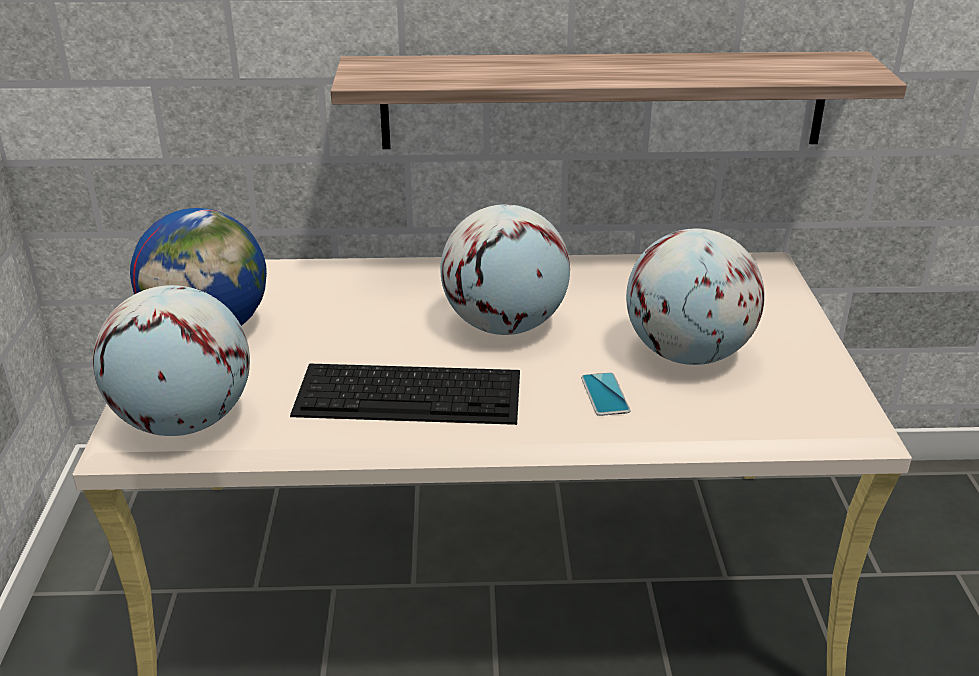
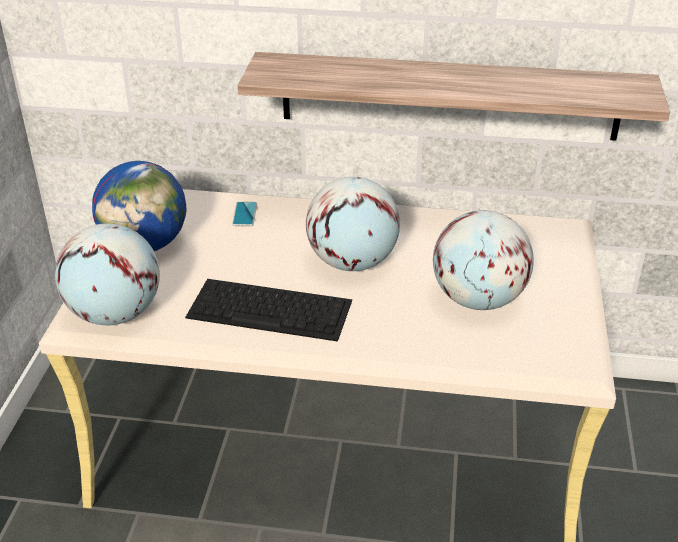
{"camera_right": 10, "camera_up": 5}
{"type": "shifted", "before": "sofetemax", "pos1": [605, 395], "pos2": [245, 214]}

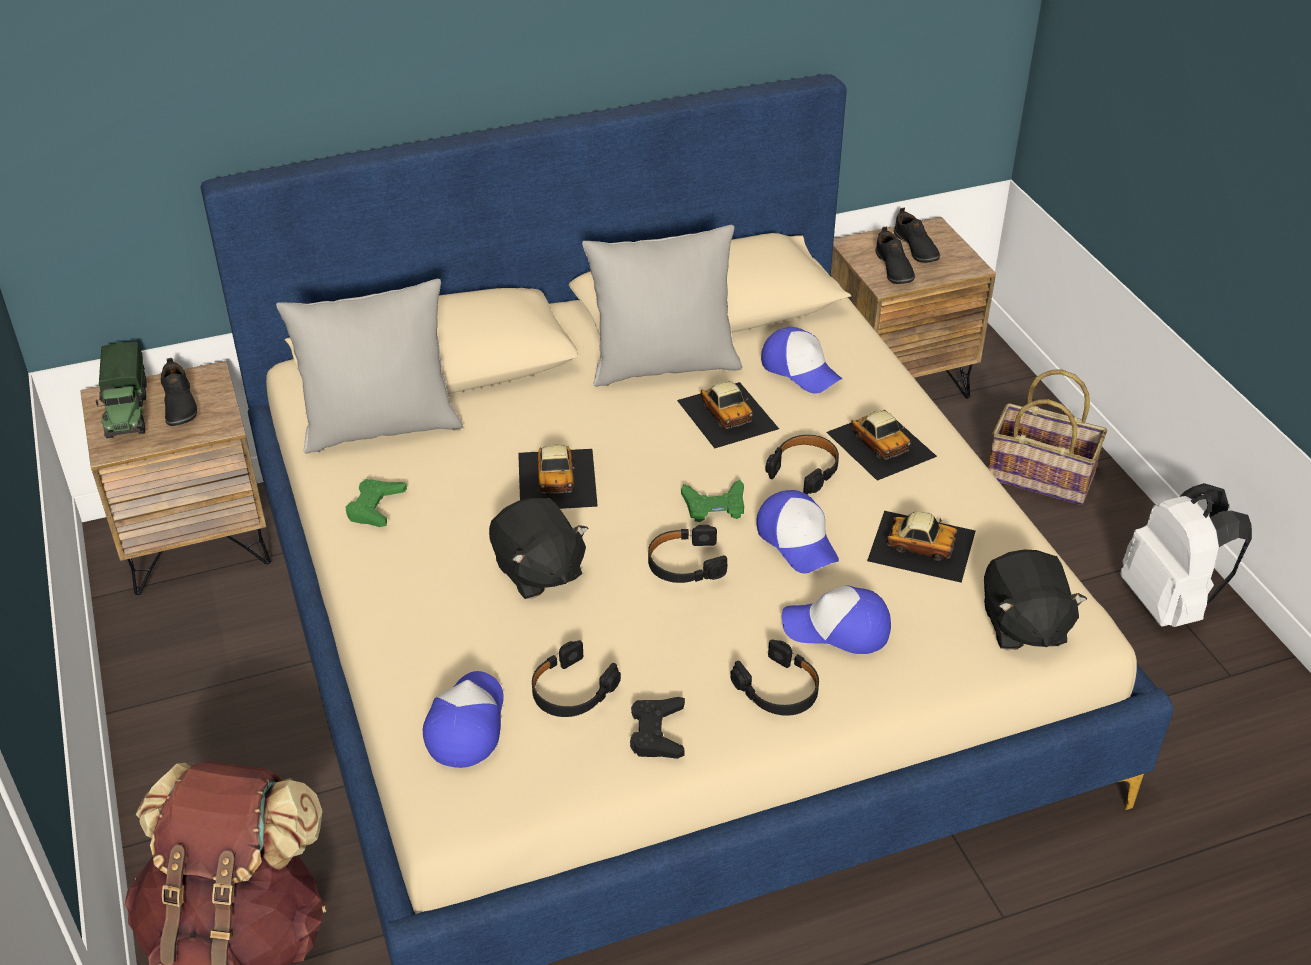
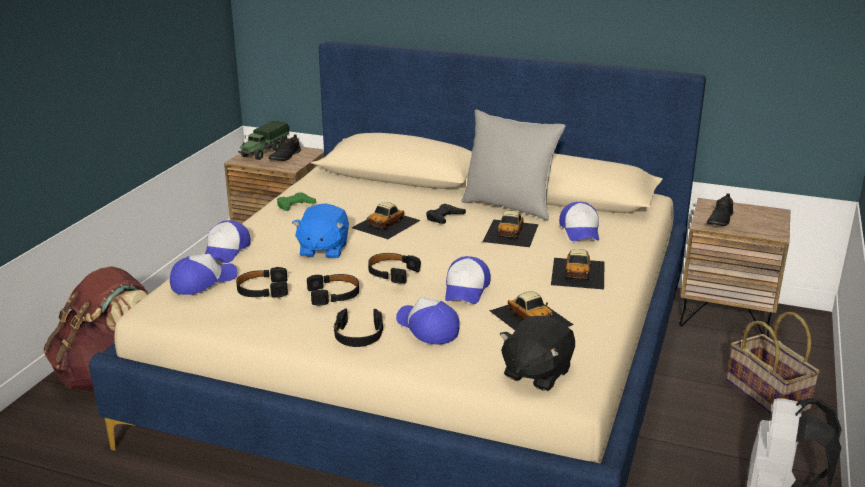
{"camera_right": 40, "camera_up": -15}
{"type": "gone", "before": "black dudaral", "pos1": [915, 248]}
{"type": "gone", "before": "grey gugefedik", "pos1": [381, 427]}
{"type": "shifted", "before": "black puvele", "pos1": [805, 469], "pos2": [334, 295]}
{"type": "gone", "before": "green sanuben", "pos1": [714, 506]}
{"type": "repainted", "before": "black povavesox", "after": "blue povavesox", "pos1": [538, 571], "pos2": [323, 250]}
{"type": "shifted", "before": "black sanuben", "pos1": [657, 733], "pos2": [444, 217]}
{"type": "new", "after": "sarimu", "pos2": [226, 250]}

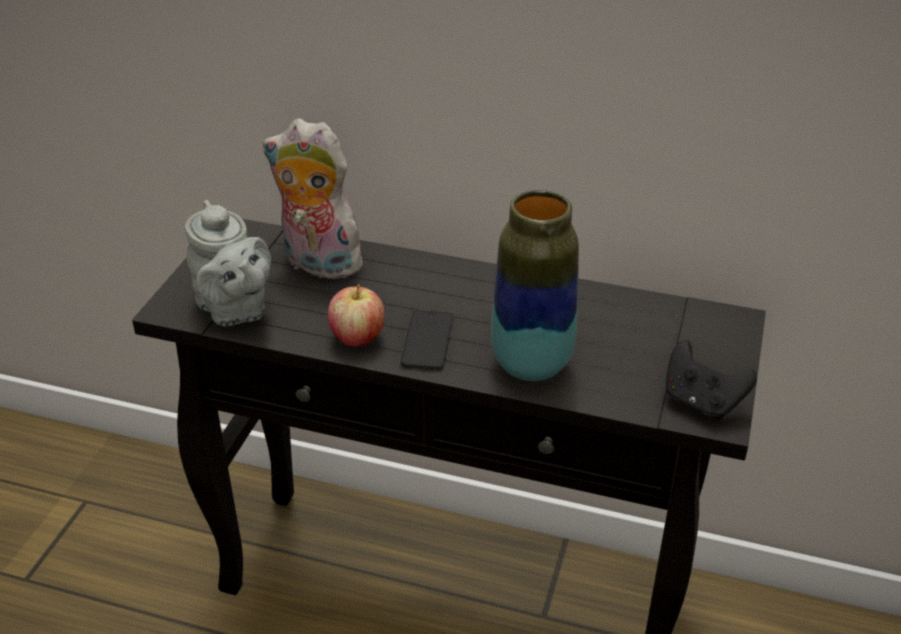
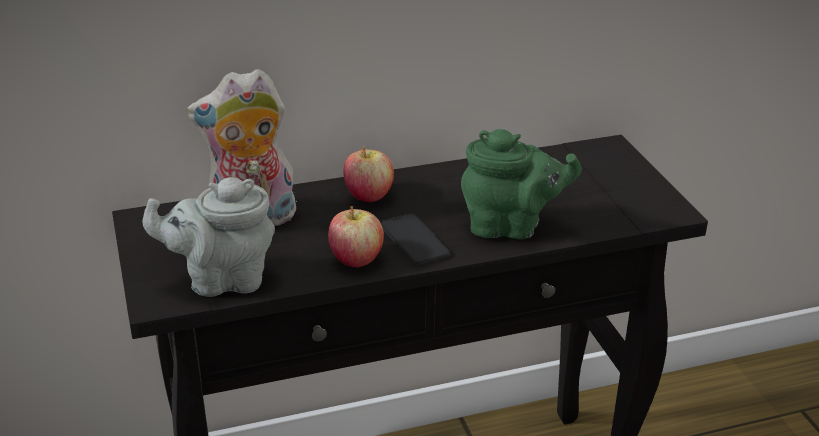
{"camera_right": -35, "camera_up": -5}
{"type": "swapped", "before": "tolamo", "after": "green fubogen", "pos1": [531, 364], "pos2": [511, 227]}
{"type": "rotated", "before": "grey fubogen", "pos1": [234, 310], "pos2": [222, 279], "turn": 150}
{"type": "gone", "before": "black sanuben", "pos1": [701, 402]}
{"type": "new", "after": "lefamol", "pos2": [368, 196]}

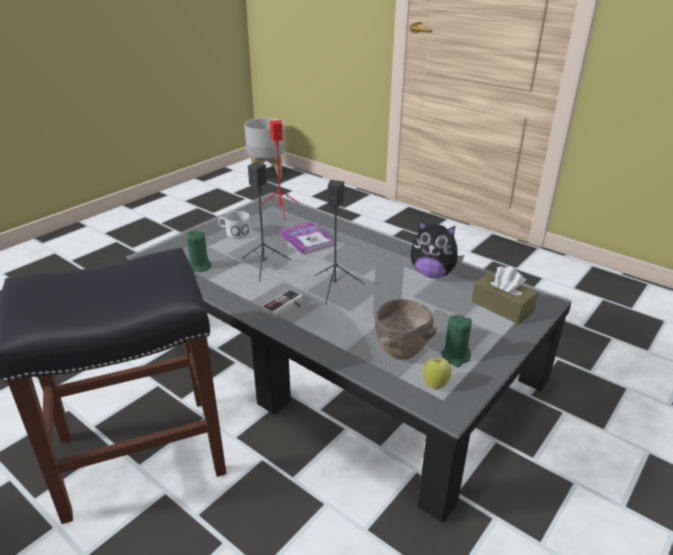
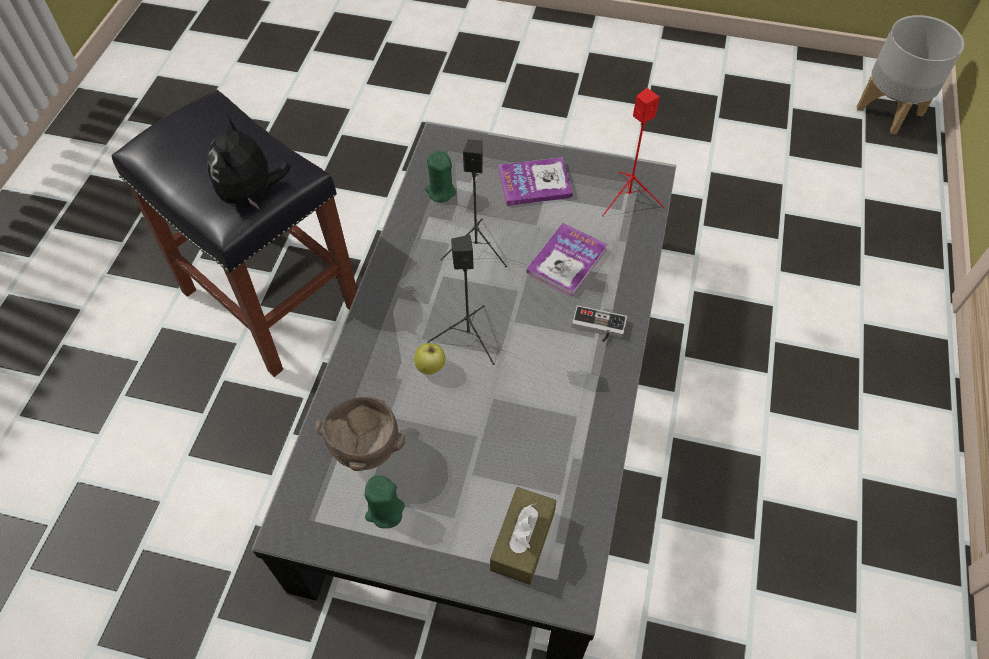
{"camera_right": 65, "camera_up": 25}
{"type": "swapped", "before": "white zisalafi", "after": "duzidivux", "pos1": [234, 233], "pos2": [535, 183]}
{"type": "shifted", "before": "povavesox", "pos1": [432, 273], "pos2": [252, 195]}
{"type": "shifted", "before": "sanuben", "pos1": [286, 307], "pos2": [597, 328]}
{"type": "shifted", "before": "lefamol", "pos1": [435, 384], "pos2": [431, 367]}

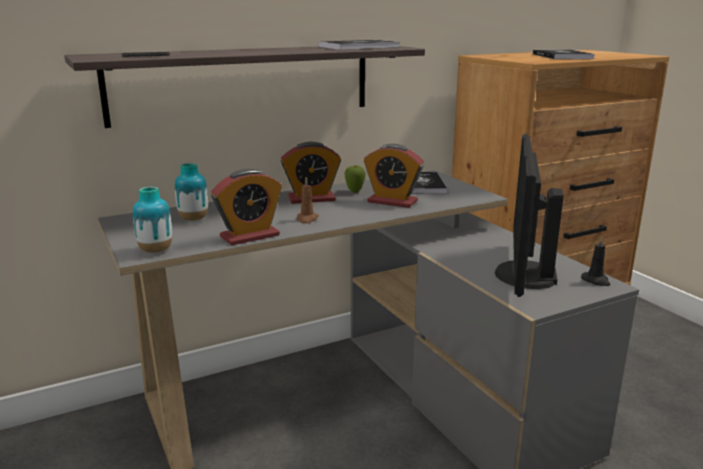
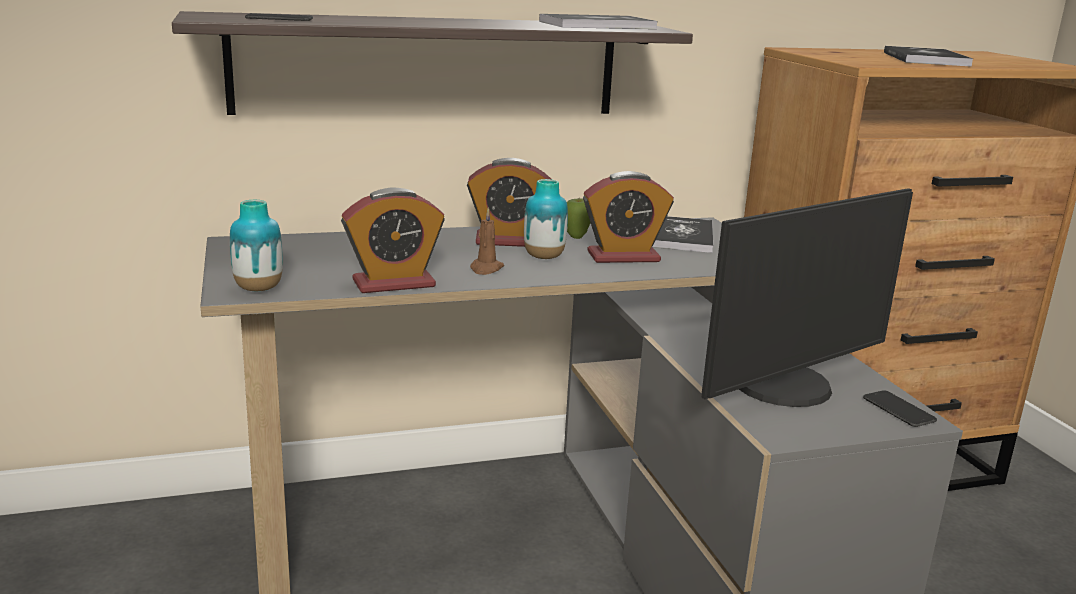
{"camera_right": 10, "camera_up": 0}
{"type": "rotated", "before": "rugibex", "pos1": [523, 275], "pos2": [786, 387], "turn": -150}
{"type": "rotated", "before": "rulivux", "pos1": [392, 201], "pos2": [623, 257], "turn": -45}
{"type": "shifted", "before": "tolamo", "pos1": [193, 219], "pos2": [544, 257]}
{"type": "swapped", "before": "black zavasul", "after": "sofetemax", "pos1": [596, 281], "pos2": [898, 409]}

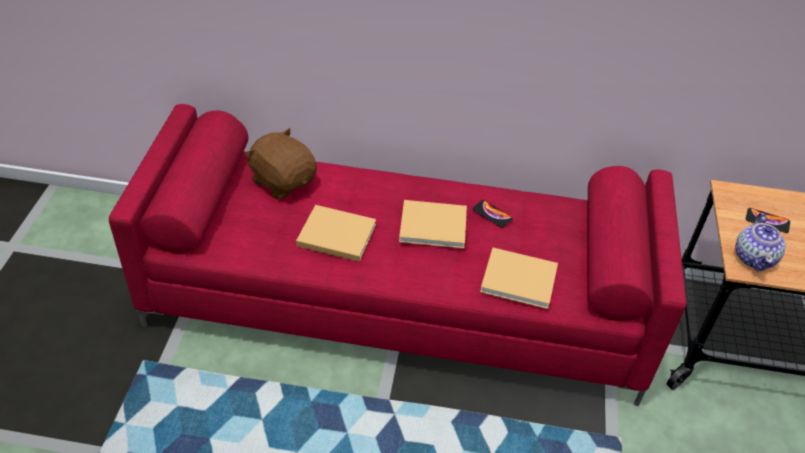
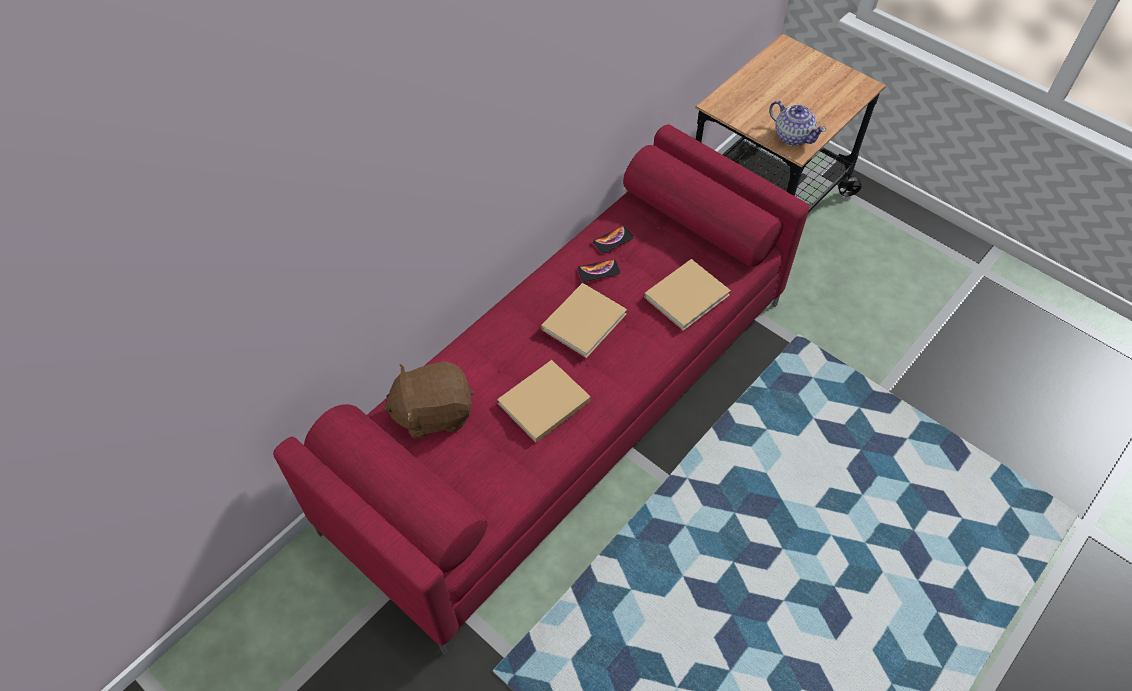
{"camera_right": -55, "camera_up": 10}
{"type": "shifted", "before": "sofetemax", "pos1": [767, 221], "pos2": [613, 240]}

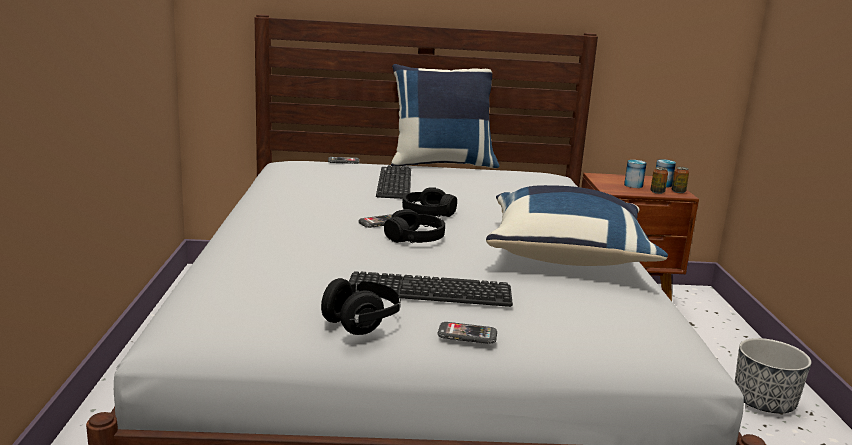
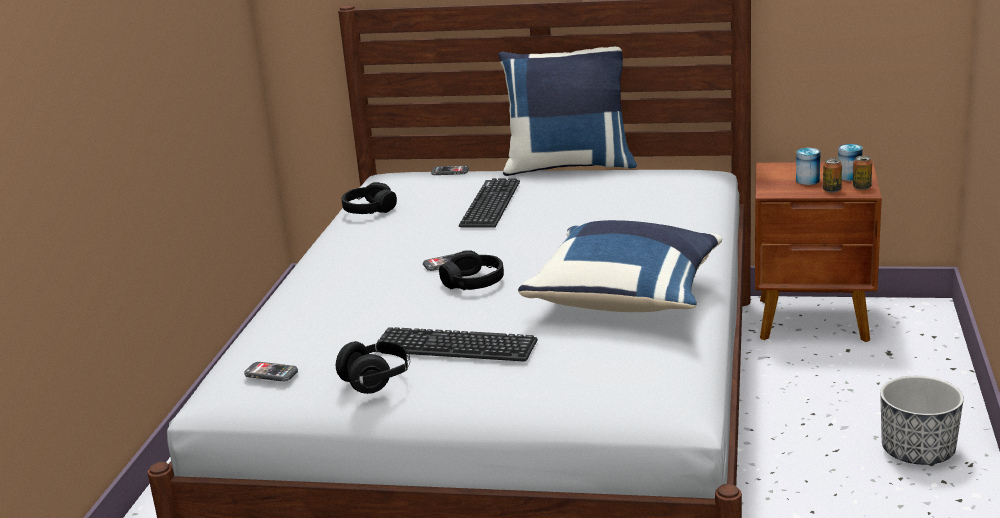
{"camera_right": 15, "camera_up": 5}
{"type": "shifted", "before": "black puvele", "pos1": [428, 213], "pos2": [369, 209]}
{"type": "shifted", "before": "sofetemax", "pos1": [467, 335], "pos2": [271, 373]}

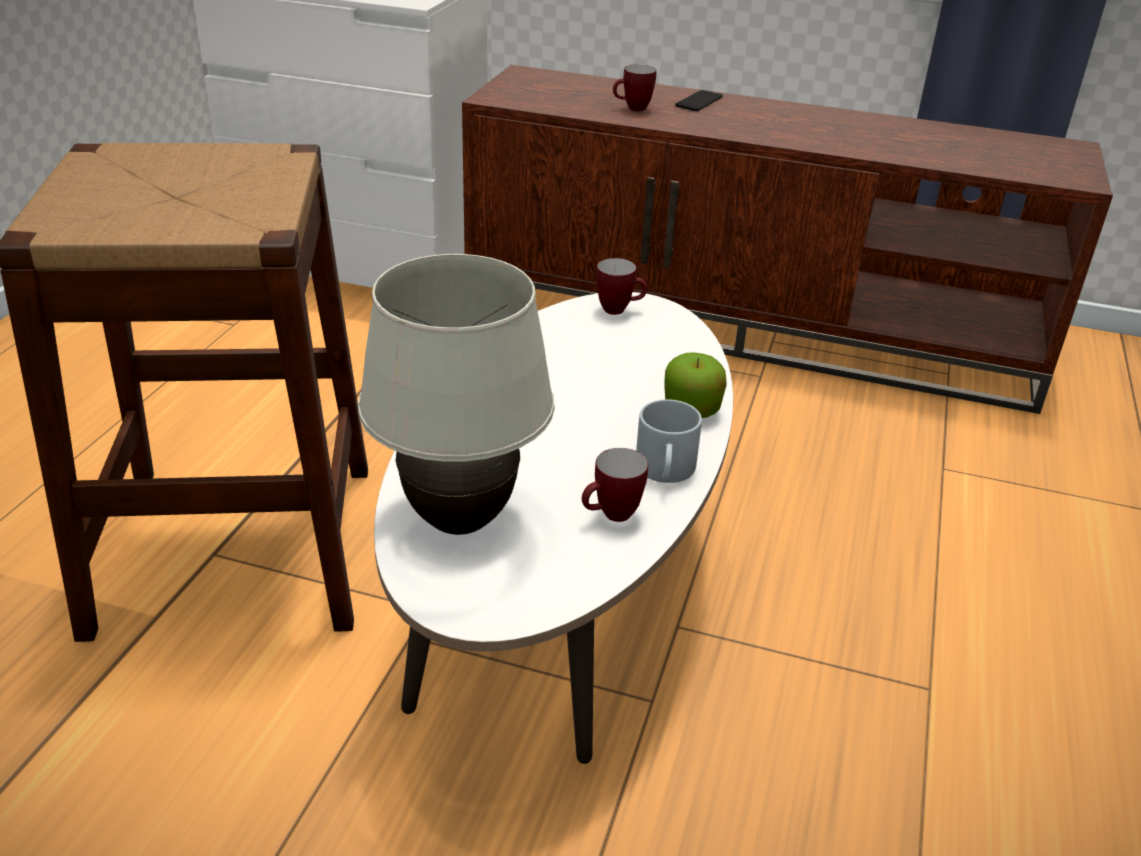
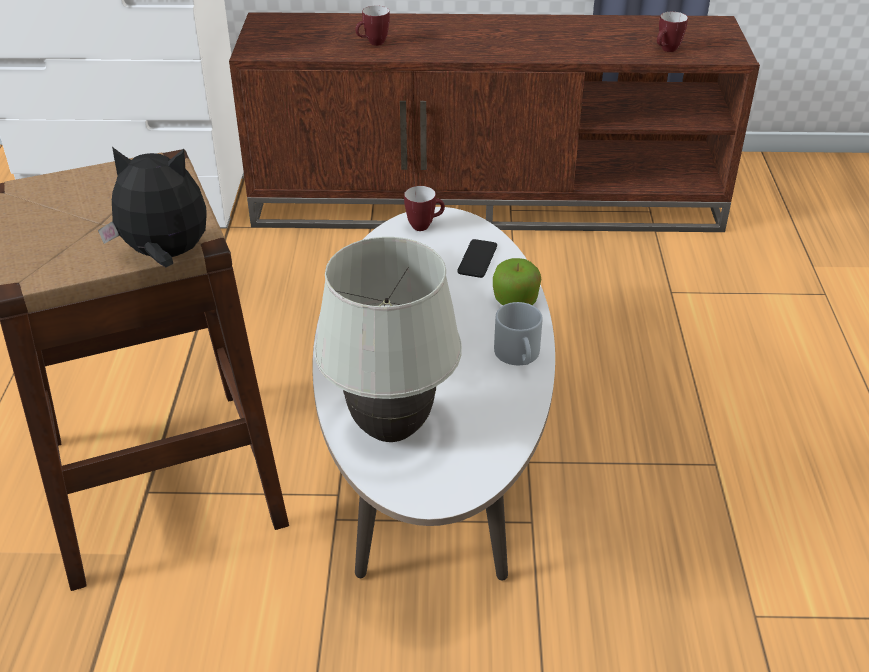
{"camera_right": -15, "camera_up": 5}
{"type": "shifted", "before": "sofetemax", "pos1": [699, 101], "pos2": [477, 259]}
{"type": "shifted", "before": "zisalafi", "pos1": [611, 516], "pos2": [667, 50]}
{"type": "new", "after": "povavesox", "pos2": [165, 256]}

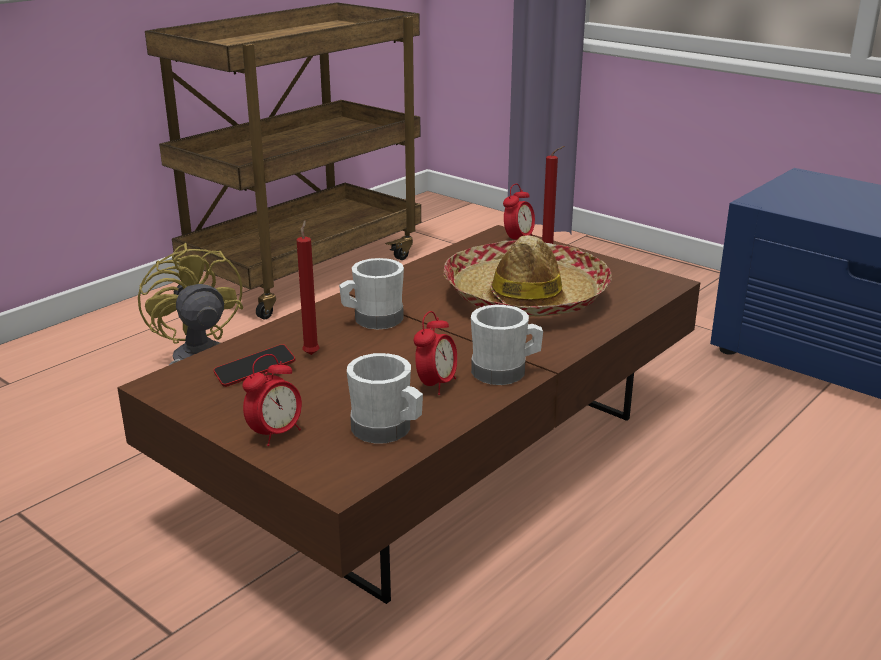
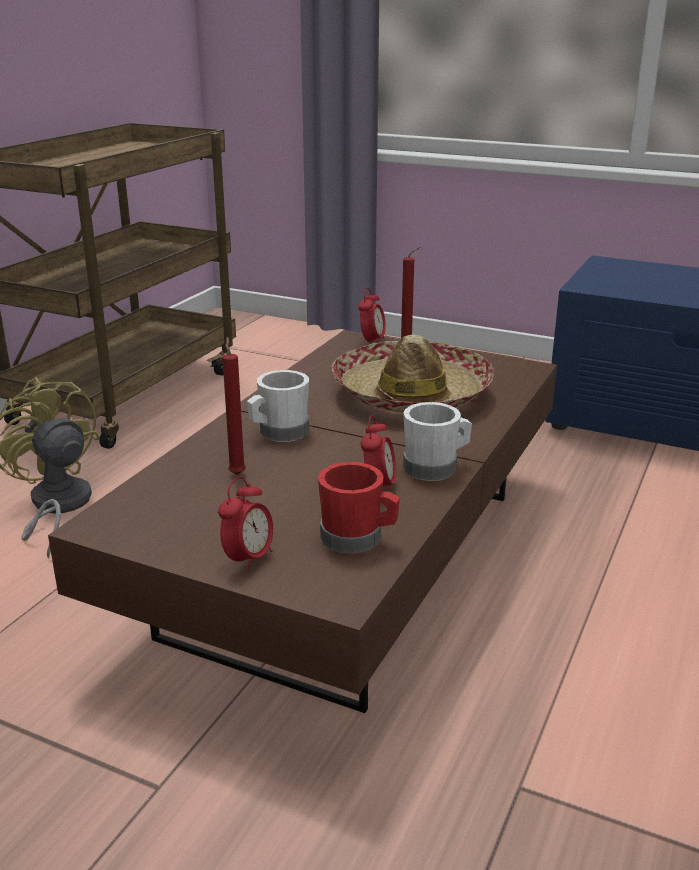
{"camera_right": -15, "camera_up": 0}
{"type": "gone", "before": "sofetemax", "pos1": [255, 371]}
{"type": "repainted", "before": "white zisalafi", "after": "red zisalafi", "pos1": [387, 430], "pos2": [358, 539]}

